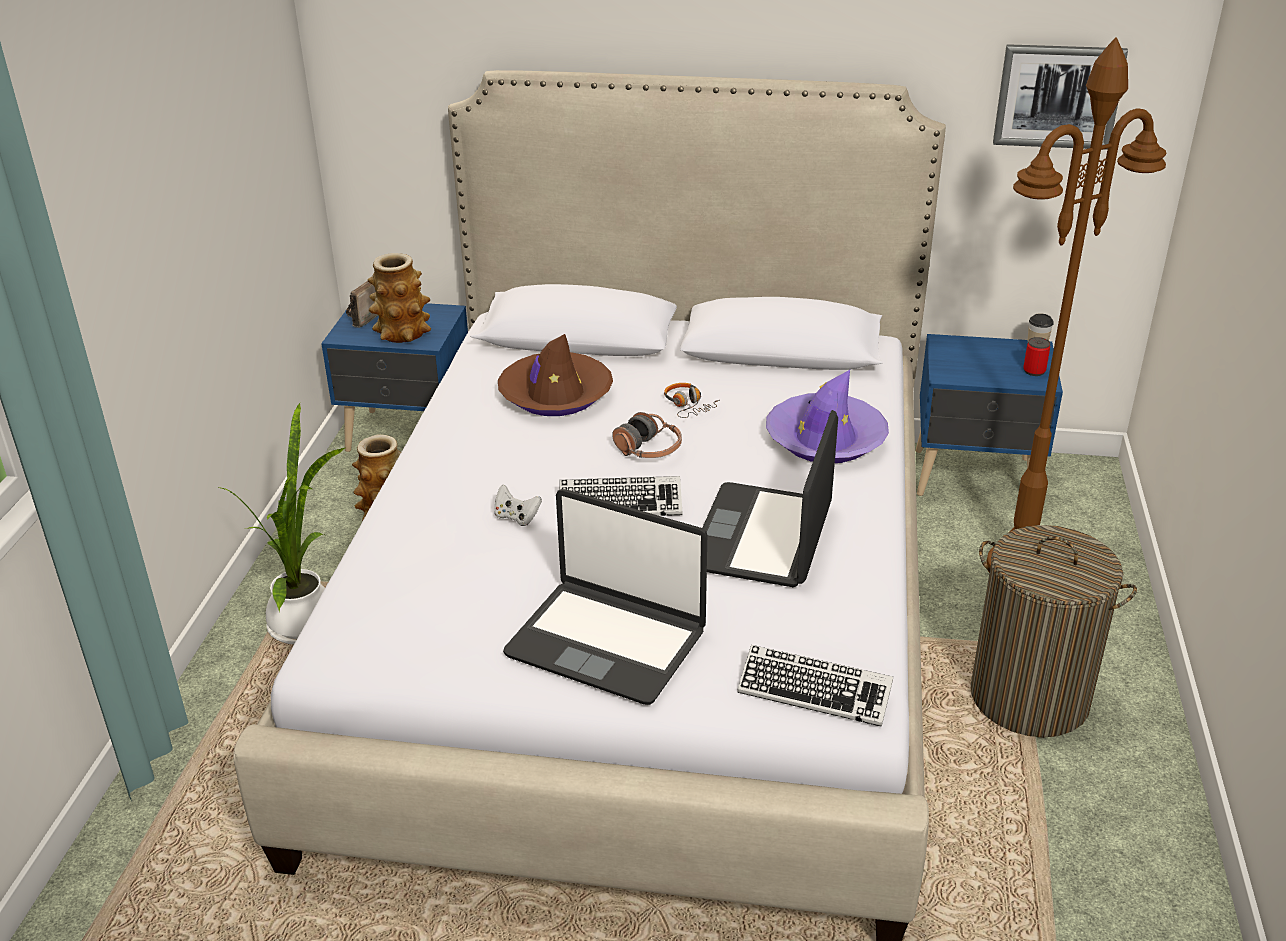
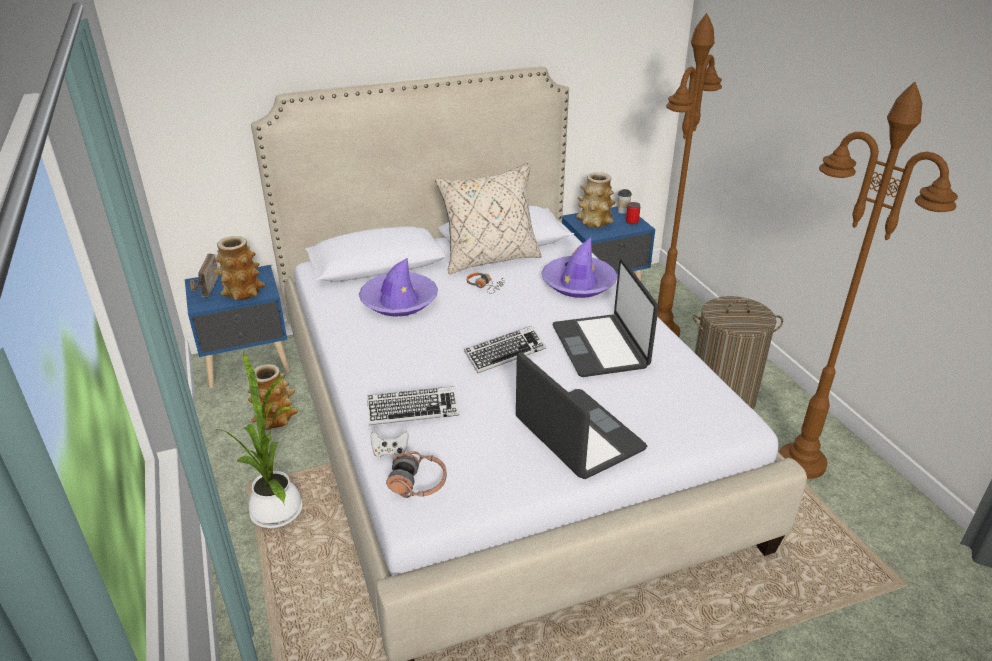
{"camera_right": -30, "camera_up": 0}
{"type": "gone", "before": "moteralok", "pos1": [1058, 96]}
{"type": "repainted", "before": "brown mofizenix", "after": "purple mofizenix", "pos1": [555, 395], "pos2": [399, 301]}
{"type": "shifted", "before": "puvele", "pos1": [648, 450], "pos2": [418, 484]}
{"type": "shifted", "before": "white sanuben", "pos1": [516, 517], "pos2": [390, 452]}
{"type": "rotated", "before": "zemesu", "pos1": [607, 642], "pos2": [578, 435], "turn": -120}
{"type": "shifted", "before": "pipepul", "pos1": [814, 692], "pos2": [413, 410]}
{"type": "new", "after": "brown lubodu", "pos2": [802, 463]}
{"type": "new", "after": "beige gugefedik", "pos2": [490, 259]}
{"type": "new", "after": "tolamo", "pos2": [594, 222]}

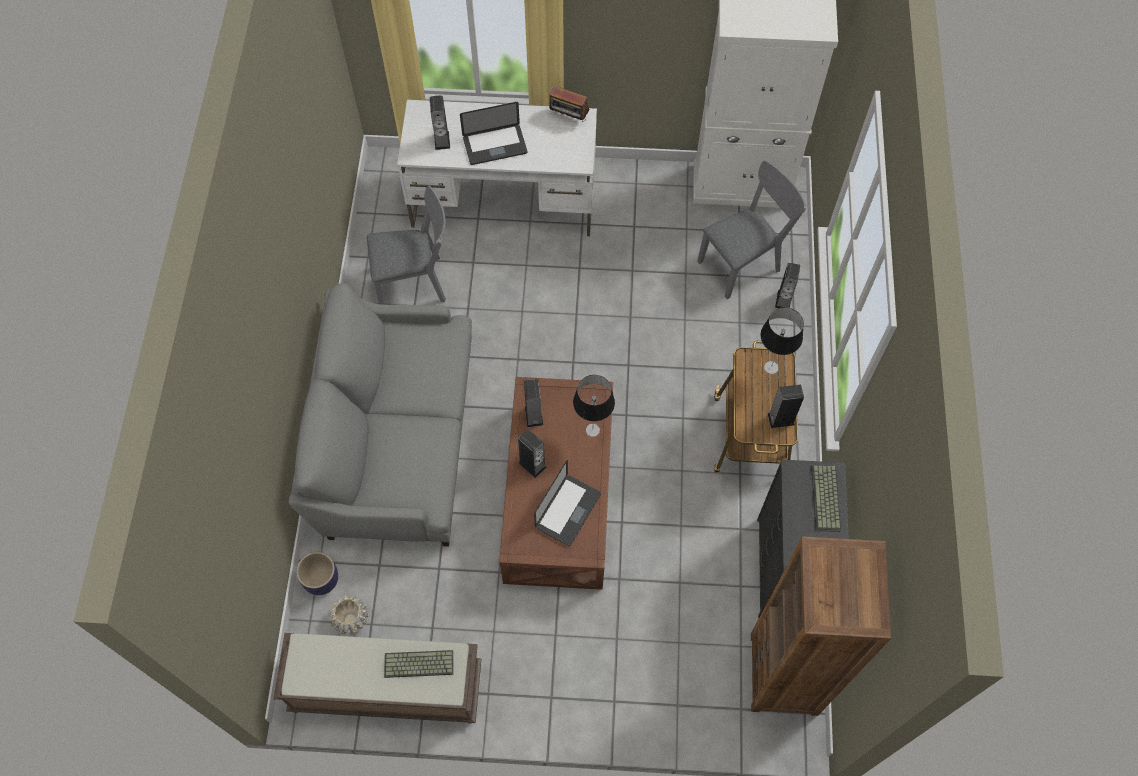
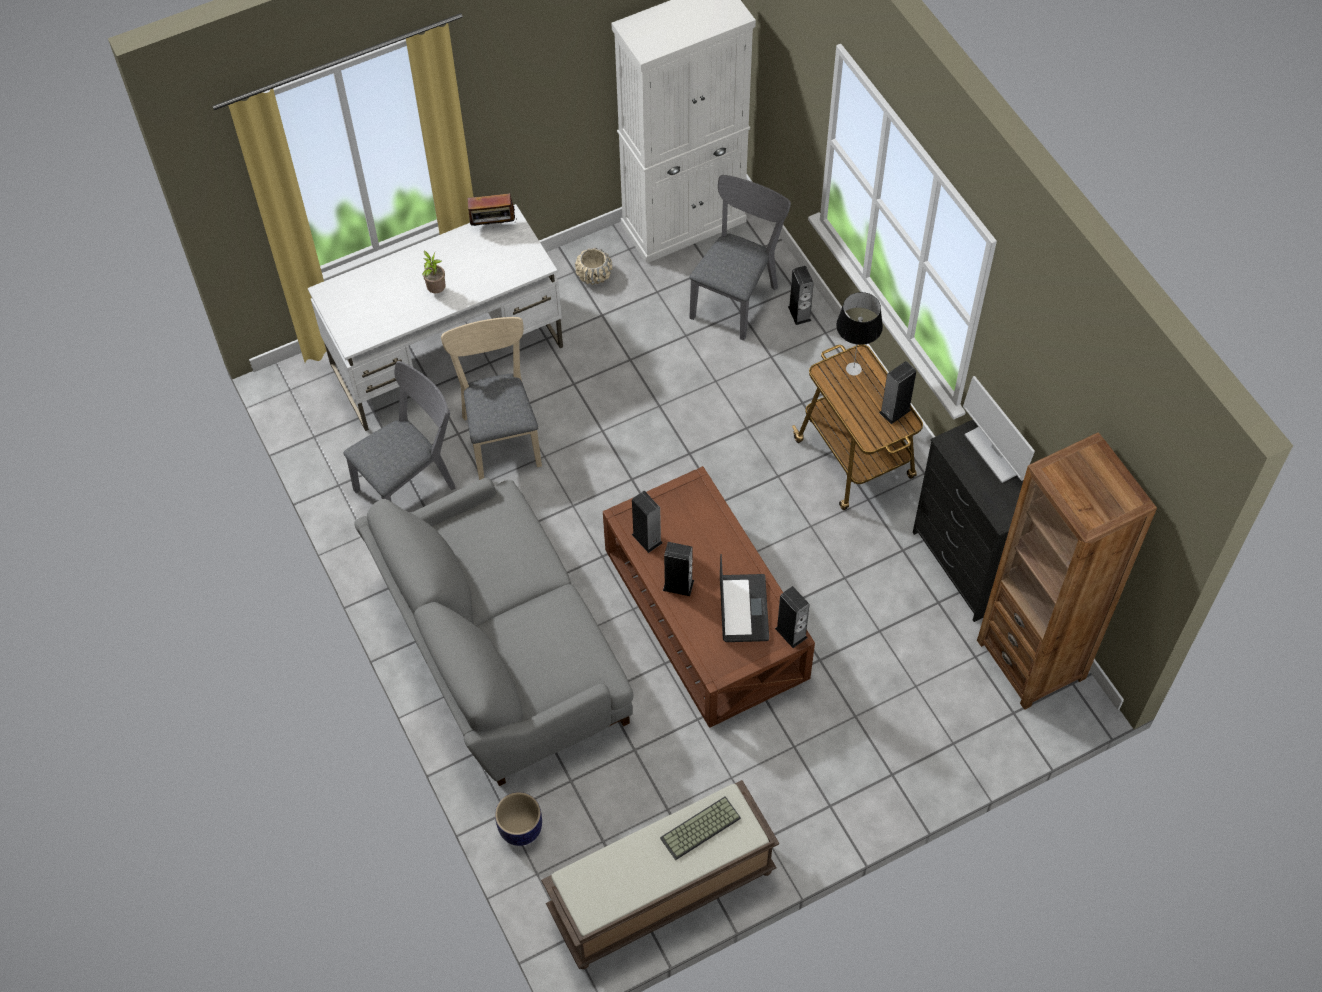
{"camera_right": -30, "camera_up": -5}
{"type": "shifted", "before": "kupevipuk", "pos1": [442, 140], "pos2": [791, 633]}
{"type": "swapped", "before": "zemesu", "after": "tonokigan", "pos1": [495, 145], "pos2": [436, 290]}
{"type": "gone", "before": "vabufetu", "pos1": [592, 430]}
{"type": "swapped", "before": "pipepul", "after": "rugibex", "pos1": [827, 499], "pos2": [995, 452]}
{"type": "shifted", "before": "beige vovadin", "pos1": [351, 619], "pos2": [594, 275]}
{"type": "new", "after": "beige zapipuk", "pos2": [501, 434]}

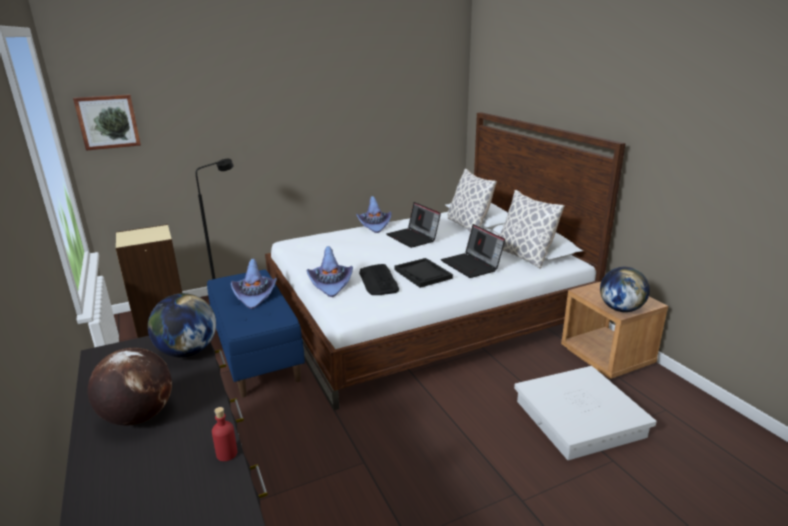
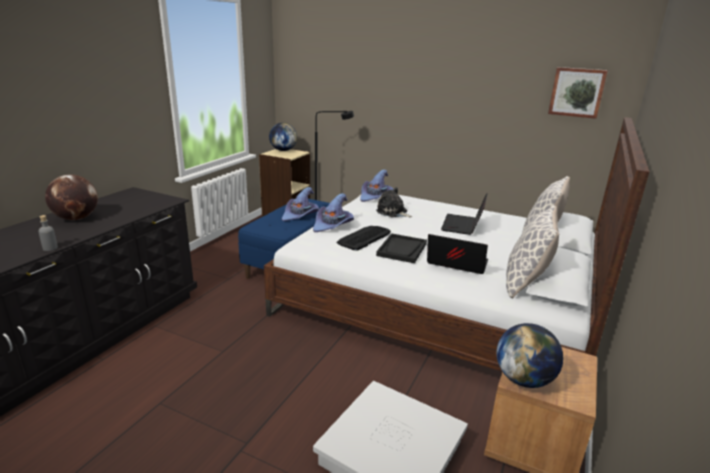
{"camera_right": 50, "camera_up": 0}
{"type": "shifted", "before": "moteralok", "pos1": [108, 122], "pos2": [576, 92]}
{"type": "shifted", "before": "purple mofizenix", "pos1": [374, 225], "pos2": [376, 196]}
{"type": "rotated", "before": "zemesu", "pos1": [472, 265], "pos2": [455, 264], "turn": 90}
{"type": "shifted", "before": "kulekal", "pos1": [187, 352], "pos2": [283, 150]}
{"type": "repainted", "before": "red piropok", "after": "grey piropok", "pos1": [227, 454], "pos2": [50, 248]}
{"type": "new", "after": "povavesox", "pos2": [393, 212]}

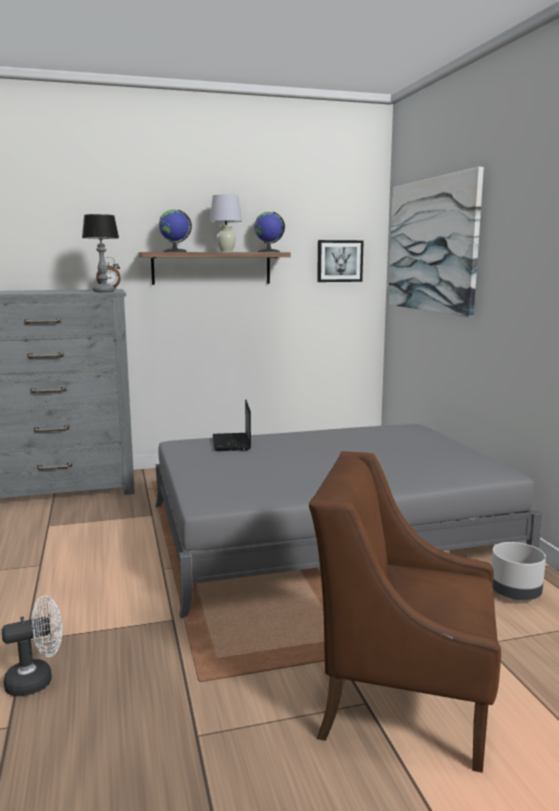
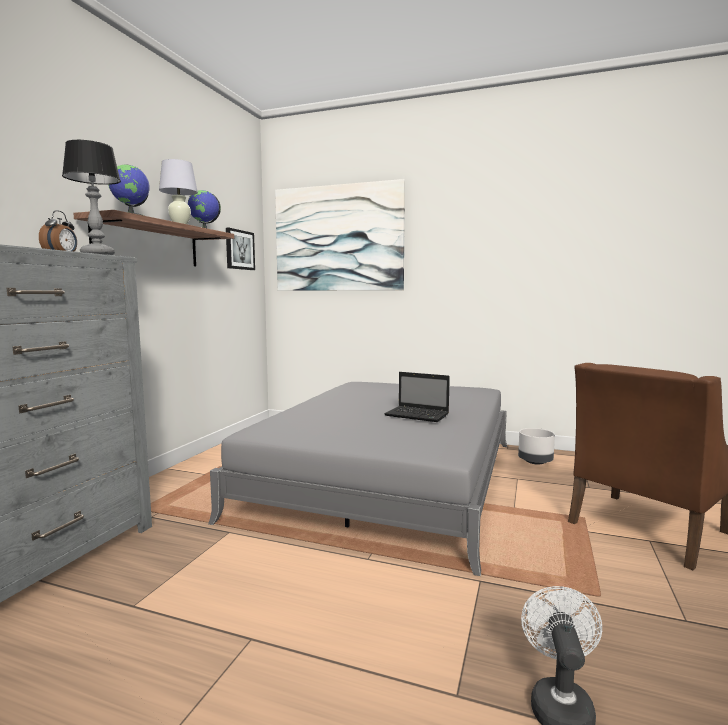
{"camera_right": -55, "camera_up": -5}
{"type": "shifted", "before": "zemesu", "pos1": [232, 443], "pos2": [418, 415]}

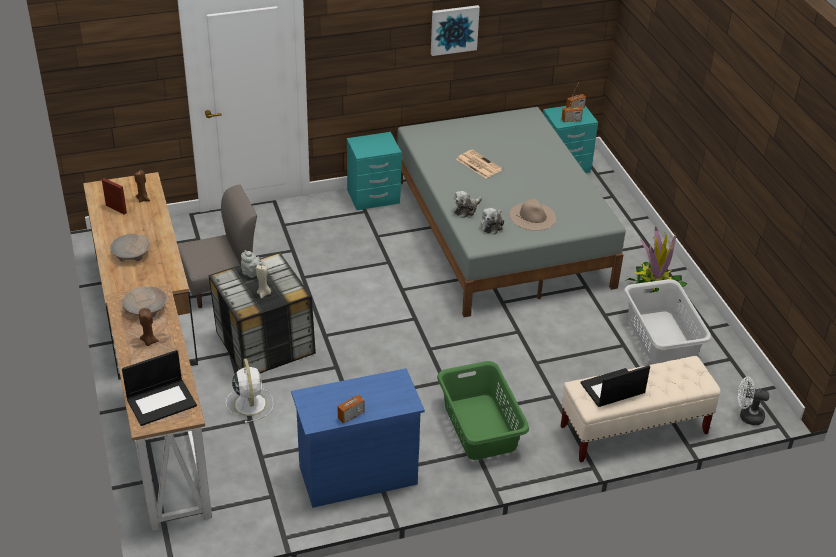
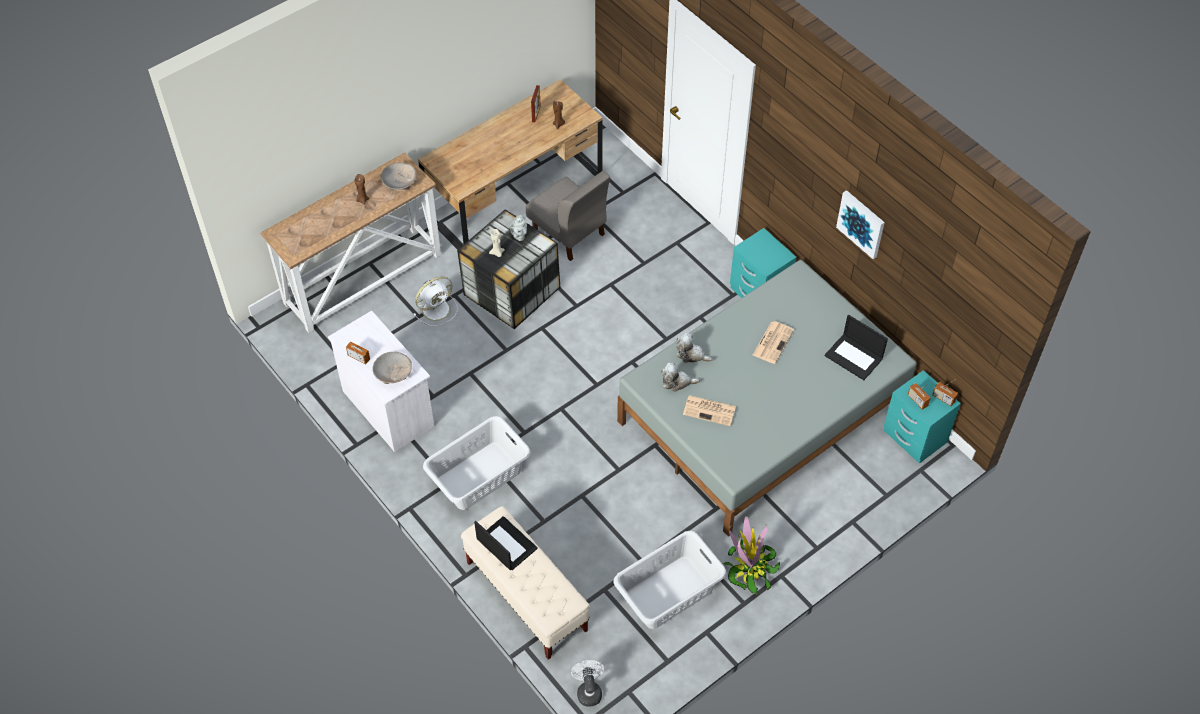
{"camera_right": 70, "camera_up": 15}
{"type": "swapped", "before": "beige mofizenix", "after": "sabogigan", "pos1": [533, 216], "pos2": [710, 410]}
{"type": "shifted", "before": "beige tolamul", "pos1": [131, 254], "pos2": [392, 372]}
{"type": "shifted", "before": "zemesu", "pos1": [162, 401], "pos2": [854, 357]}
{"type": "repainted", "before": "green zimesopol", "after": "grey zimesopol", "pos1": [479, 427], "pos2": [478, 476]}
{"type": "repainted", "before": "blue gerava", "after": "white gerava", "pos1": [357, 475], "pos2": [388, 408]}

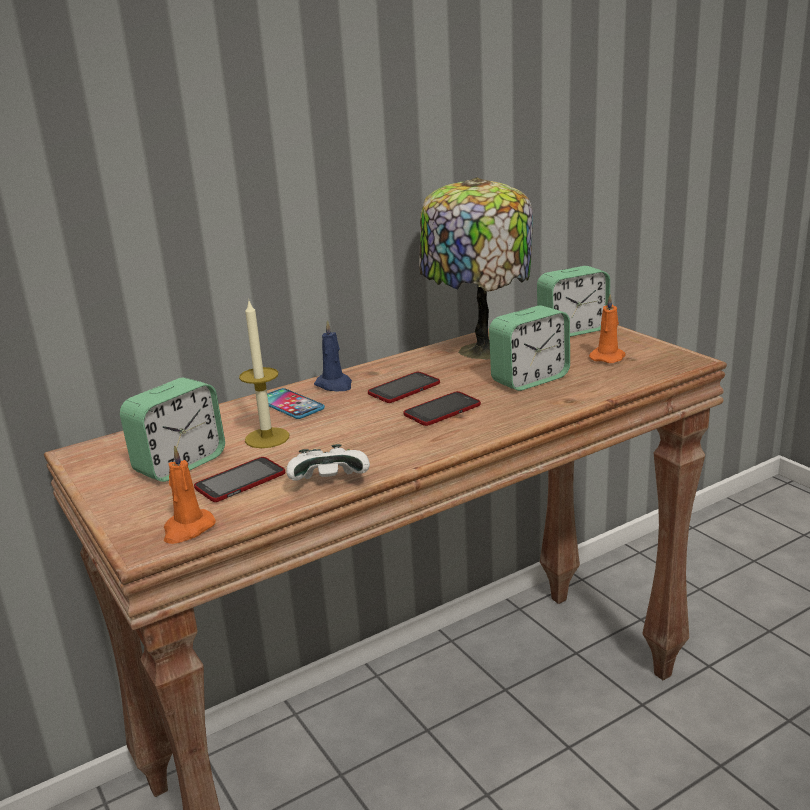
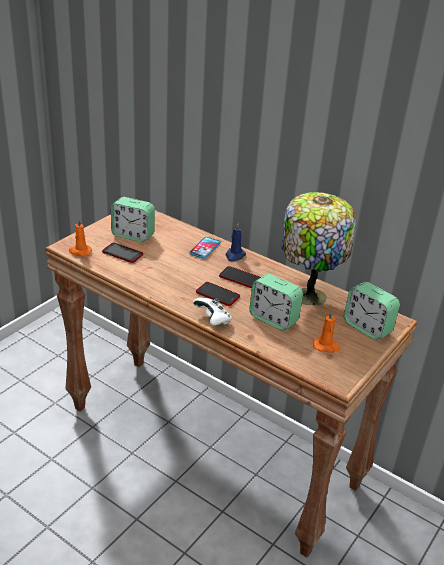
{"camera_right": 65, "camera_up": 10}
{"type": "gone", "before": "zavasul", "pos1": [267, 438]}
{"type": "shifted", "before": "white sanuben", "pos1": [330, 483], "pos2": [213, 320]}

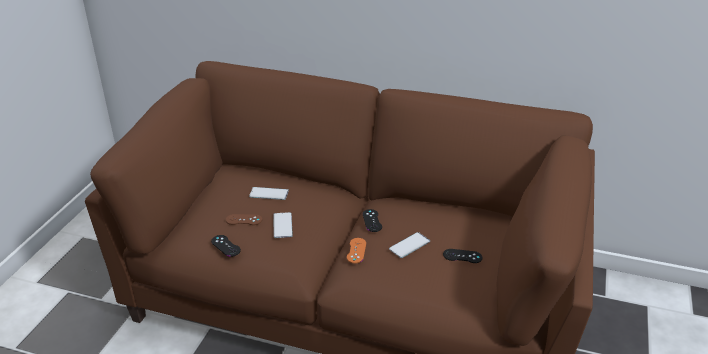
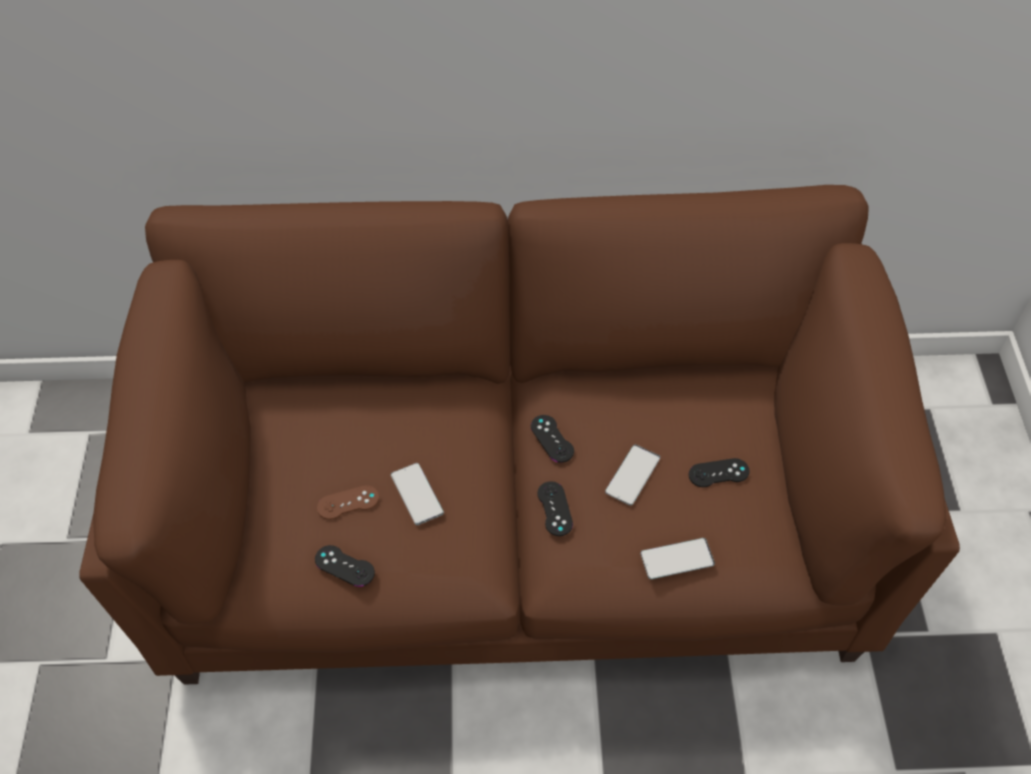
{"camera_right": -20, "camera_up": 20}
{"type": "shifted", "before": "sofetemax", "pos1": [269, 194], "pos2": [677, 559]}
{"type": "repainted", "before": "orange sanuben", "after": "black sanuben", "pos1": [356, 250], "pos2": [554, 509]}

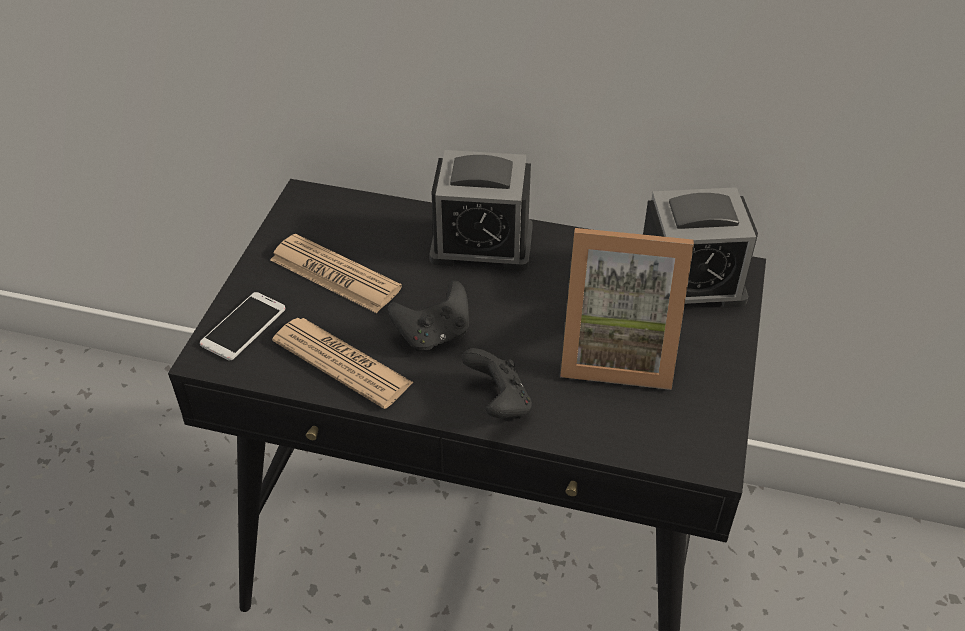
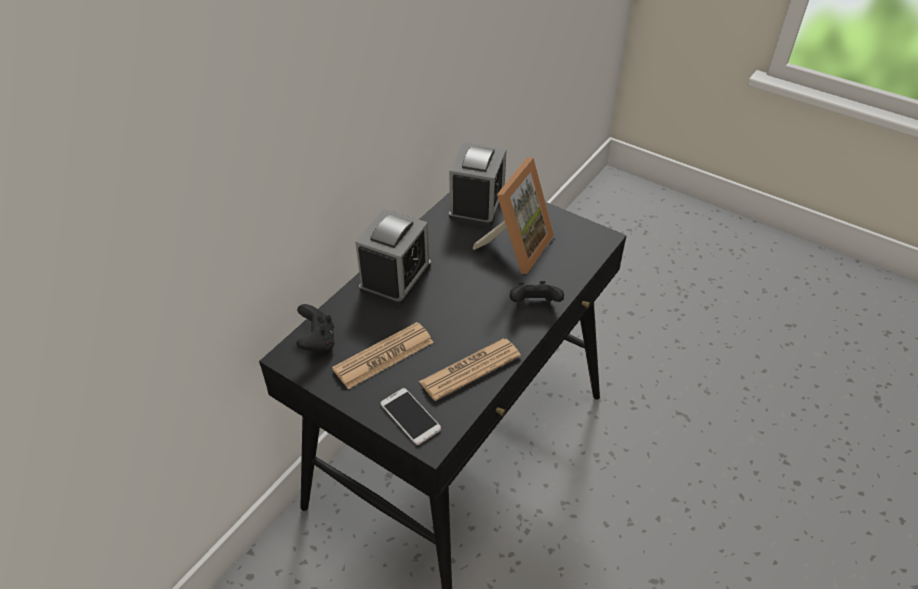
{"camera_right": -70, "camera_up": 0}
{"type": "shifted", "before": "black sanuben", "pos1": [433, 335], "pos2": [317, 341]}

